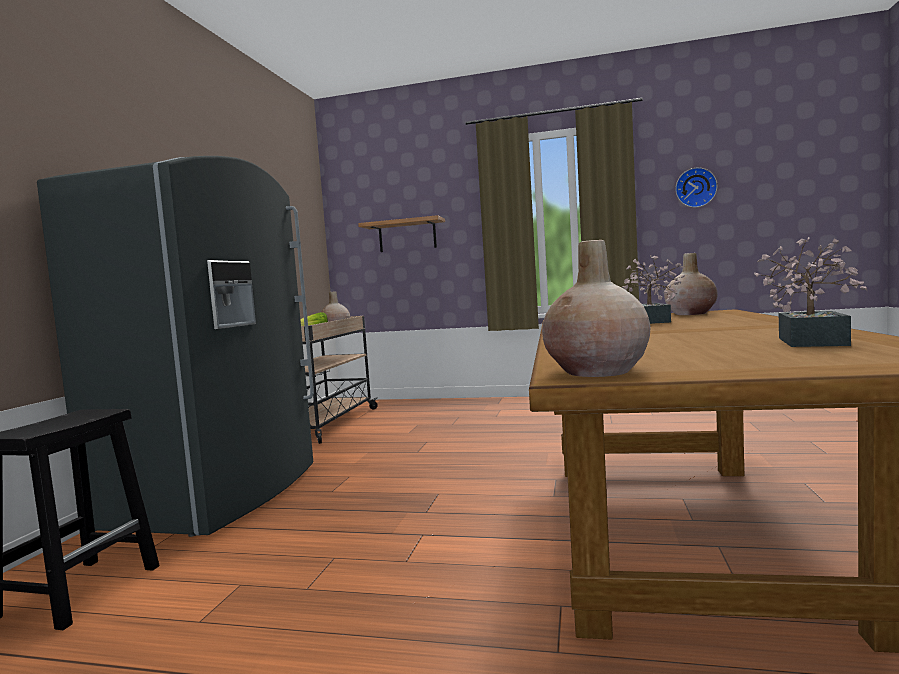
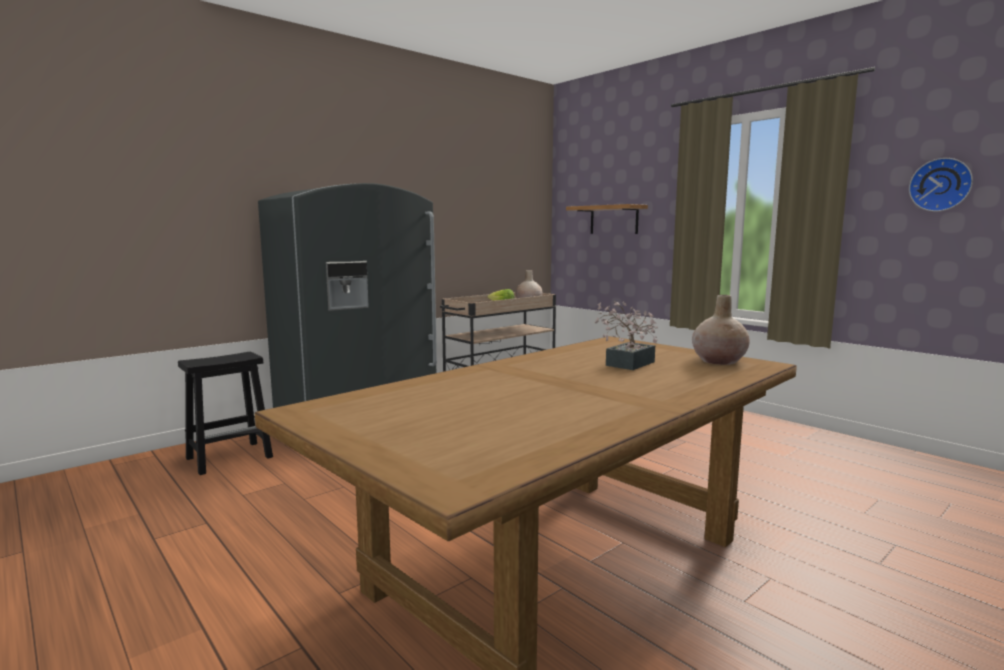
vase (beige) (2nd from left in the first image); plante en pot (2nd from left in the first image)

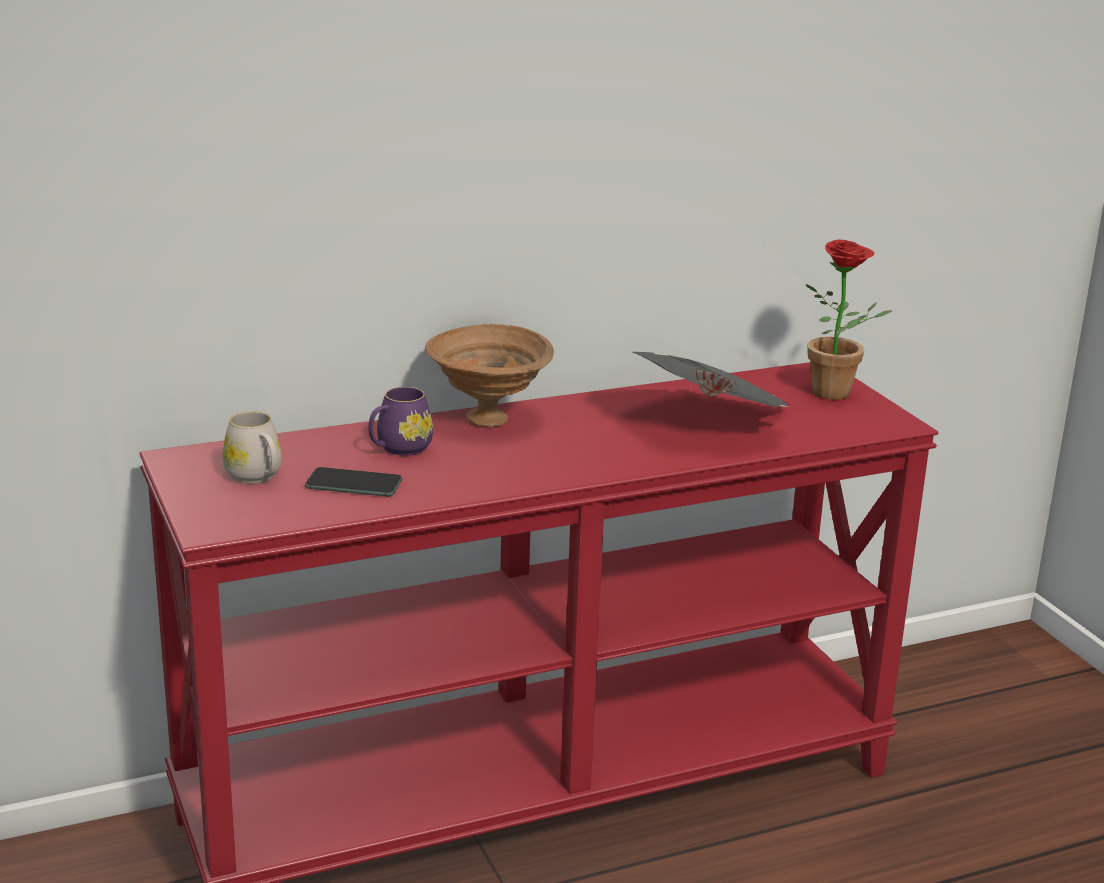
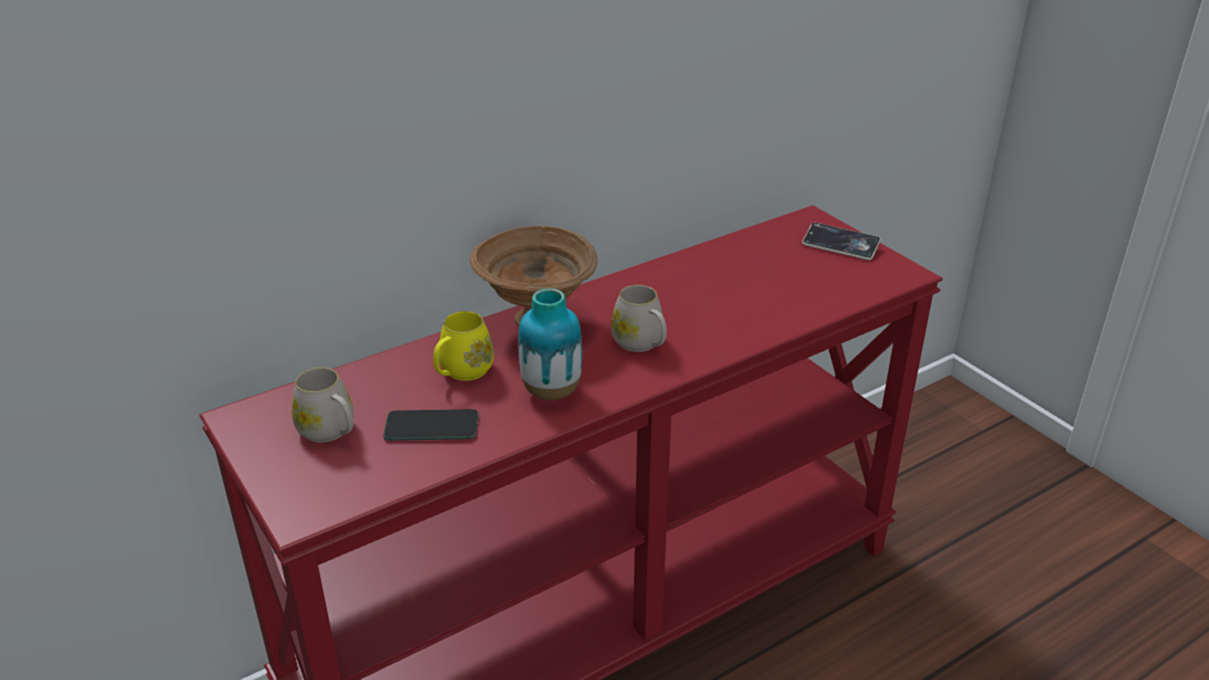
journal; vase; mug (blanc) (2nd from left); téléphone (2nd from left); mug (jaune)

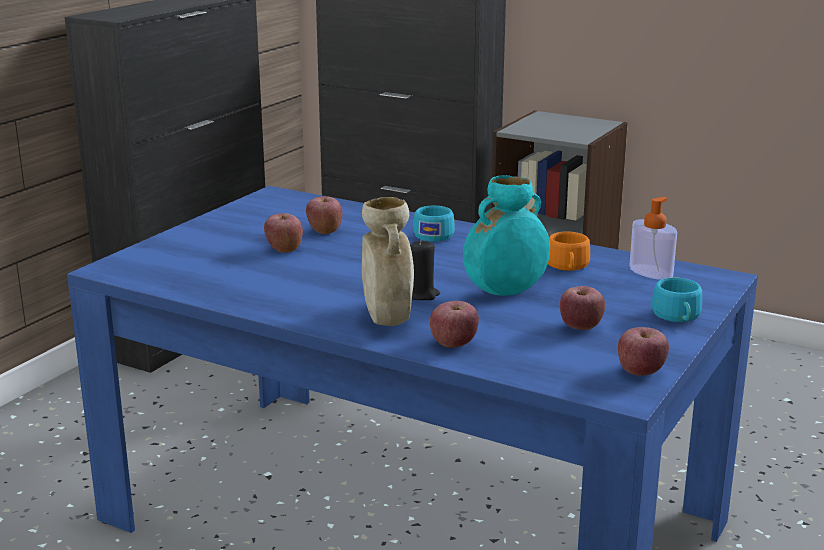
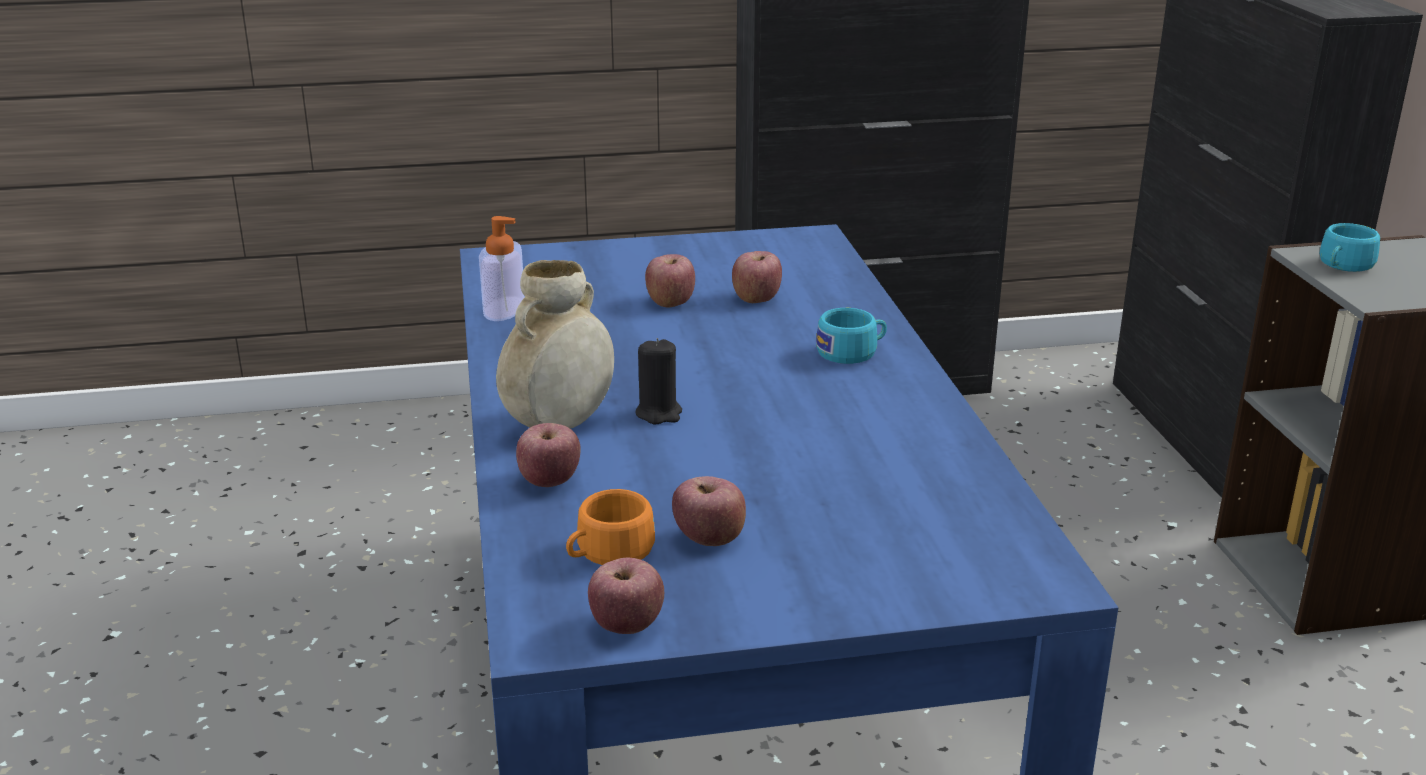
vase (turquoise); tasse (orange); distributeur de savon; tasse (turquoise) (2nd from left)

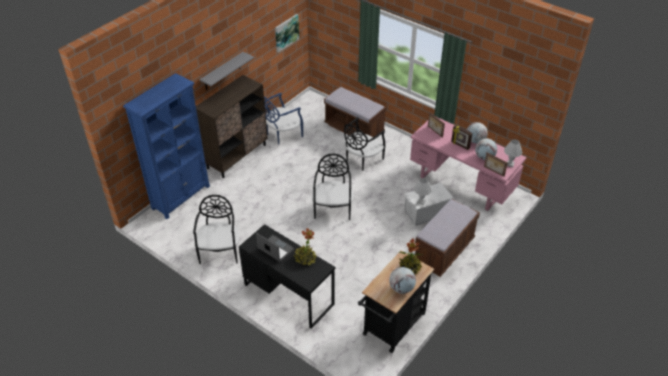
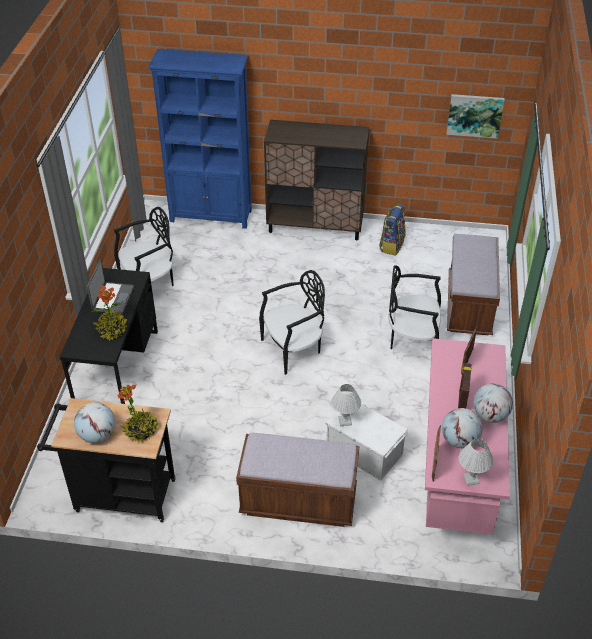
étagère (gris); sac à dos

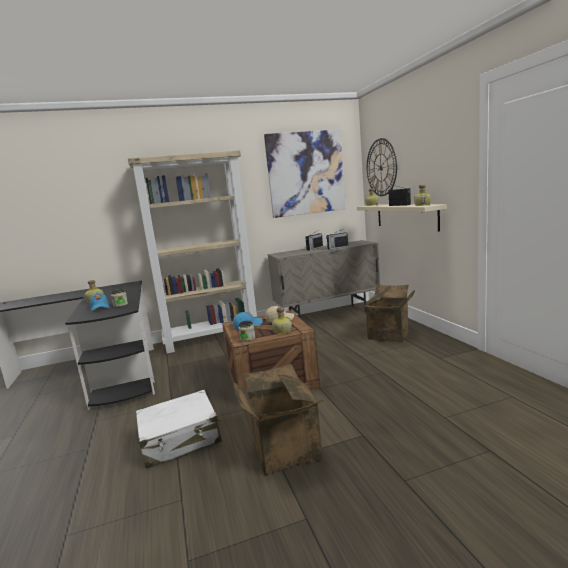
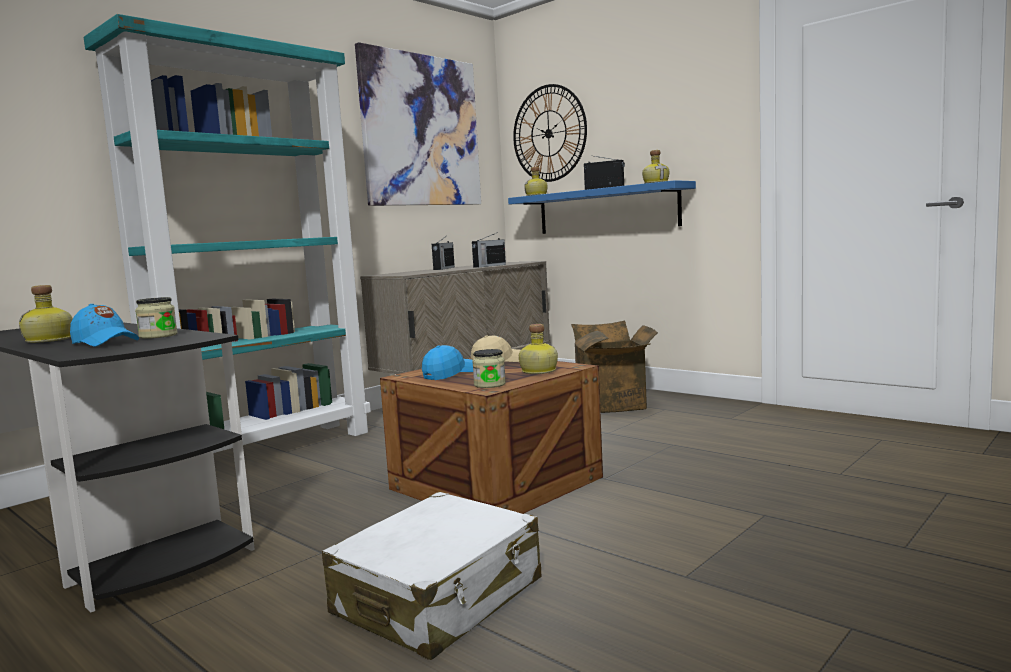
carton (1st from left in the first image); bibliothèque (turquoise); étagère (bleu)

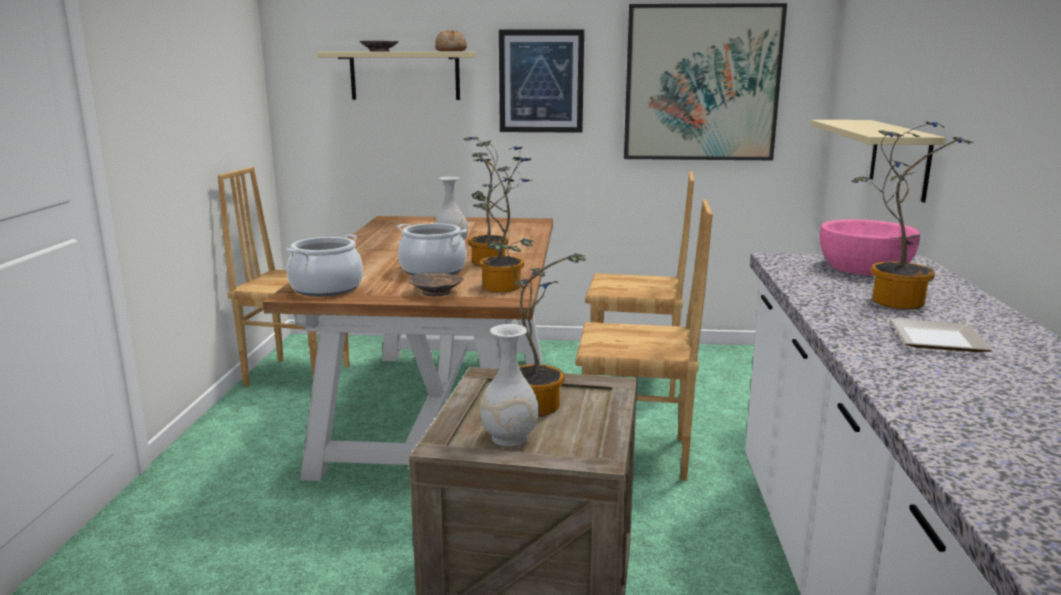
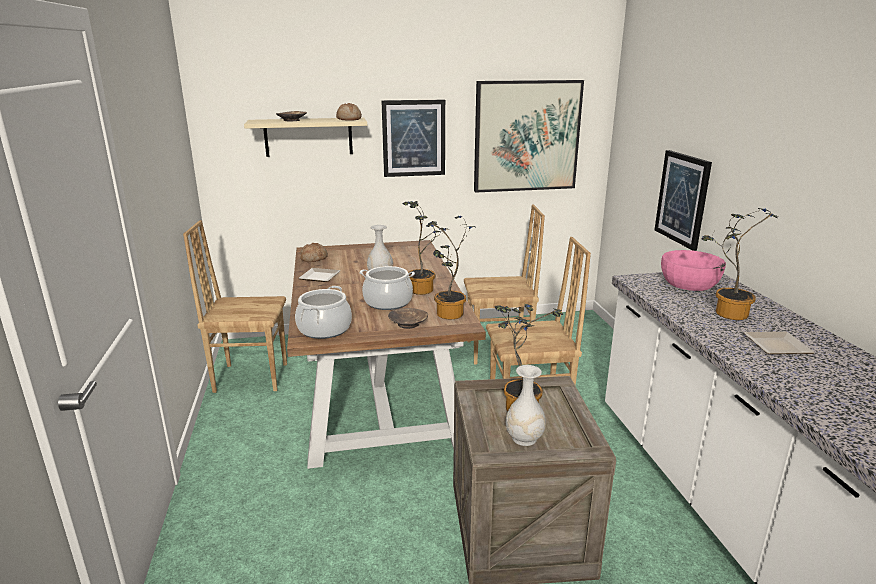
assiette (1st from left); pain (1st from left); tableau (3rd from left)

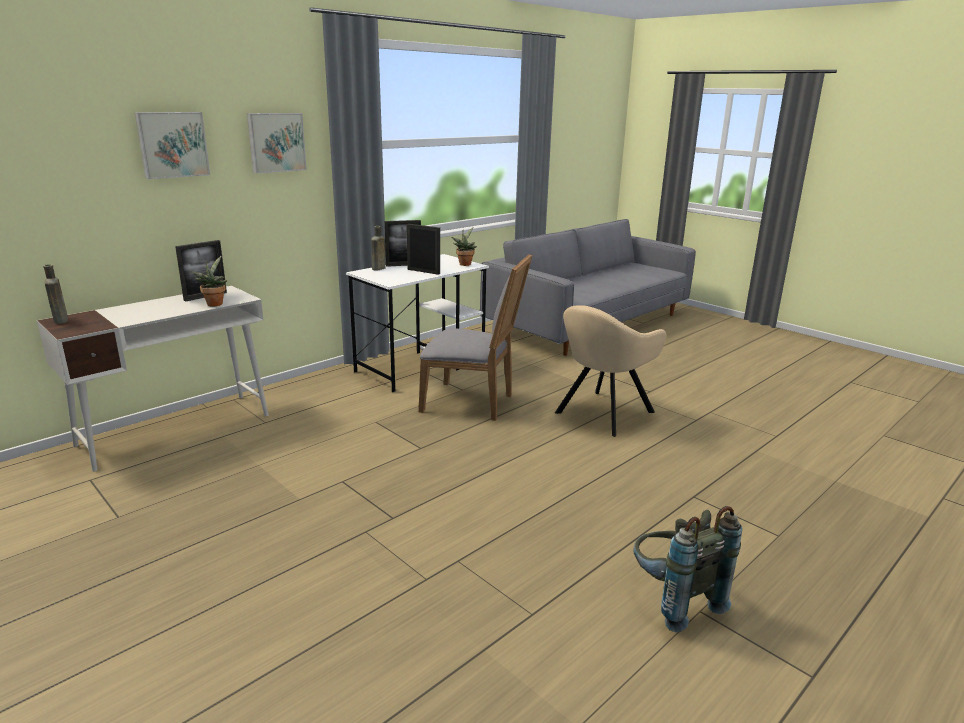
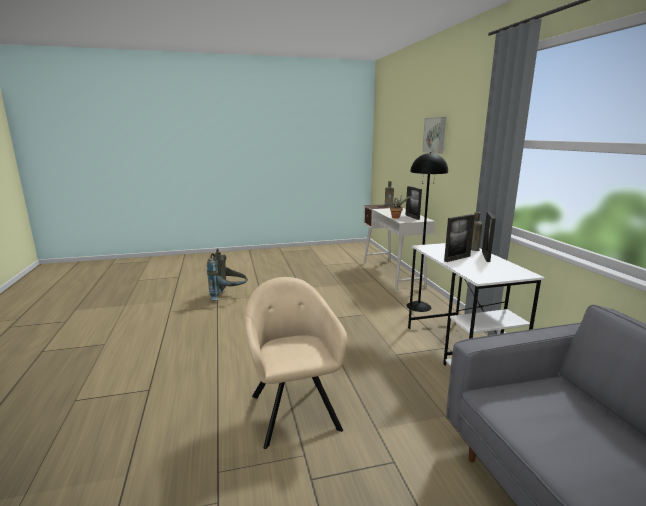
tableau (2nd from left in the first image); chaise (gris); plante en pot (2nd from left in the first image); lampadaire (noir); sac à dos (gris)

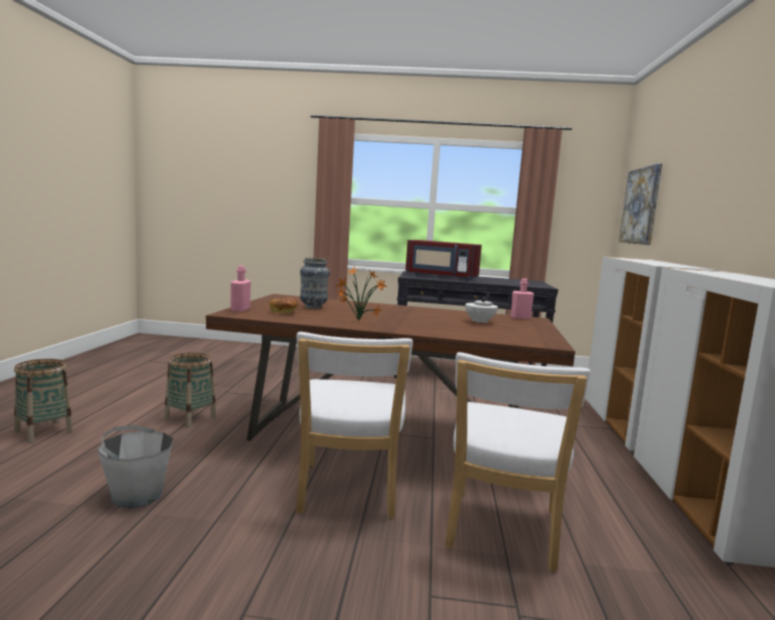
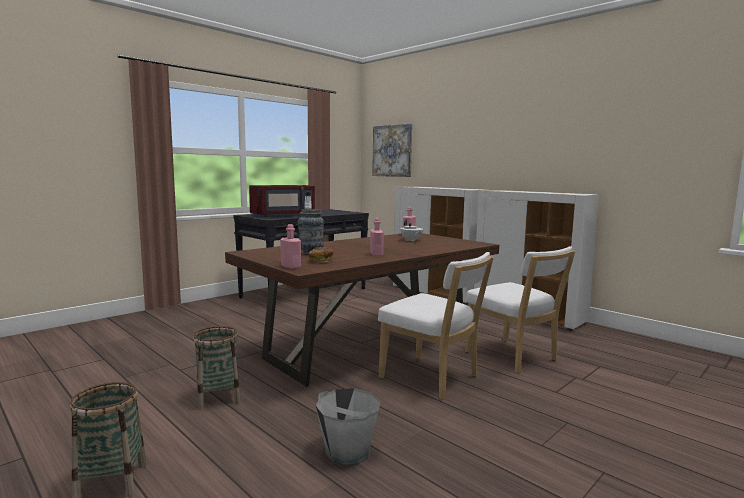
bouteille (rose) (2nd from left)

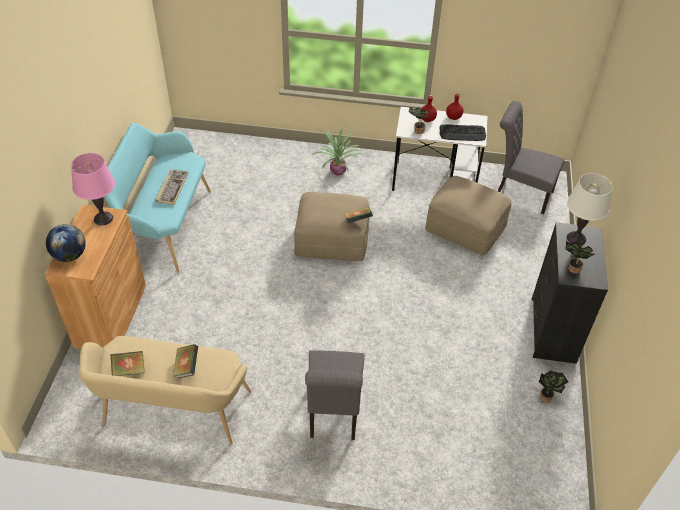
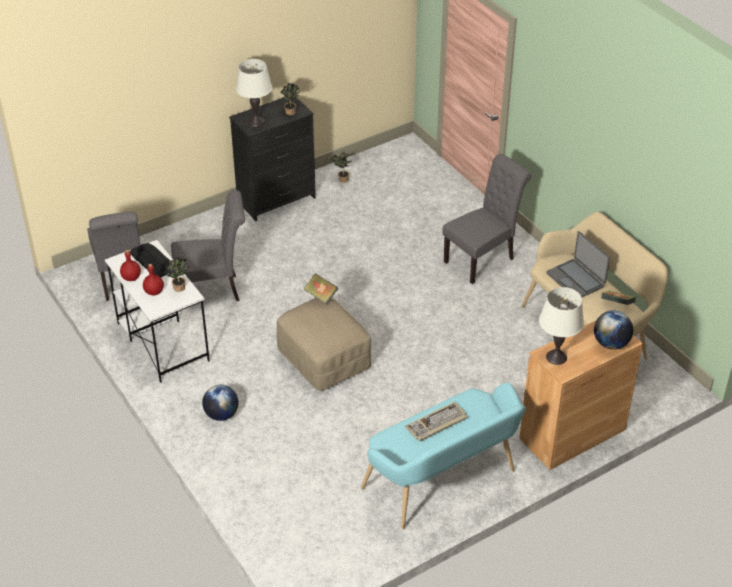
ordinateur portable; globe (1st from left); chaise (gris) (2nd from left); lampe de table (blanc) (2nd from left)

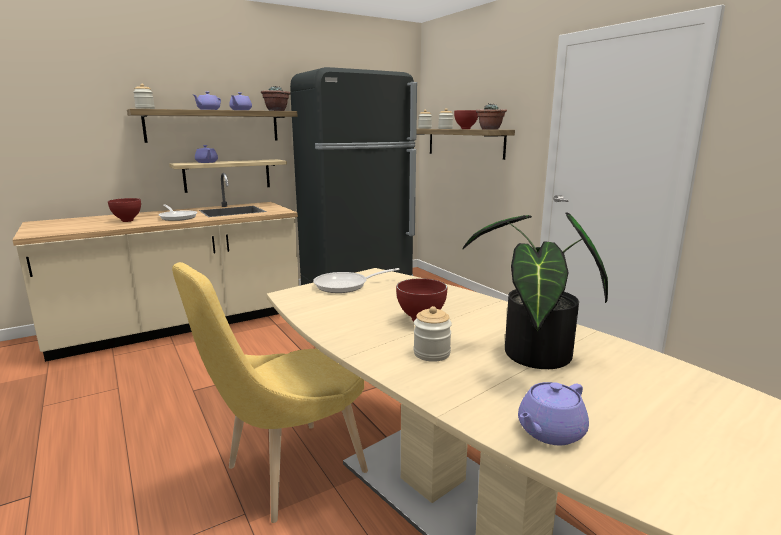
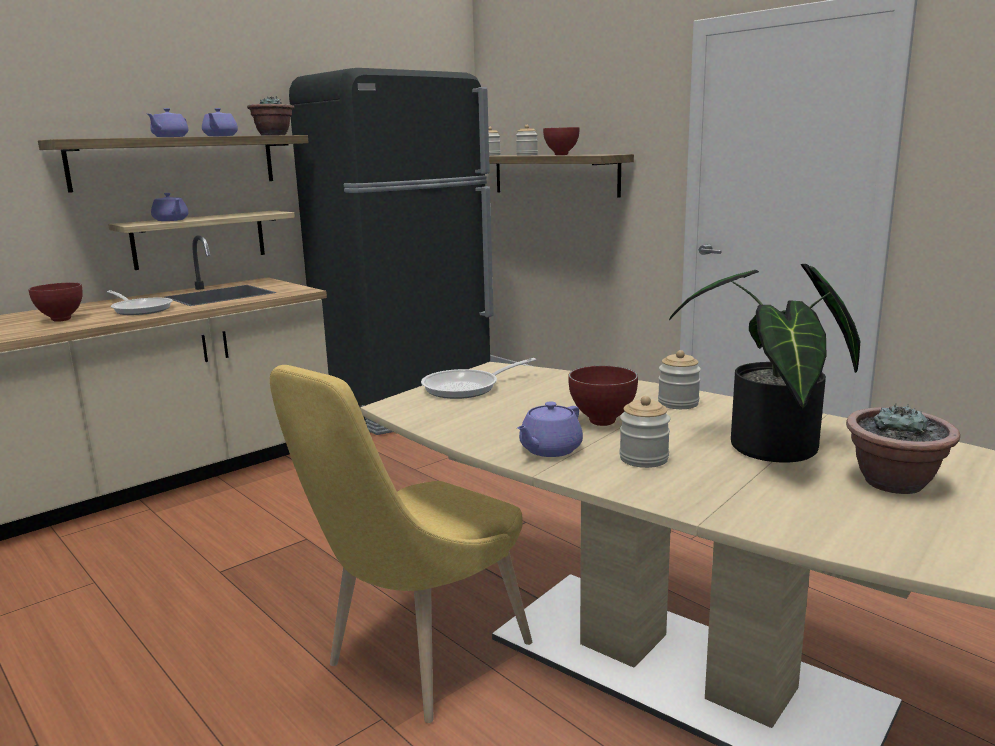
bocal (4th from left); plante en pot (3rd from left); théière (violet) (4th from left)

